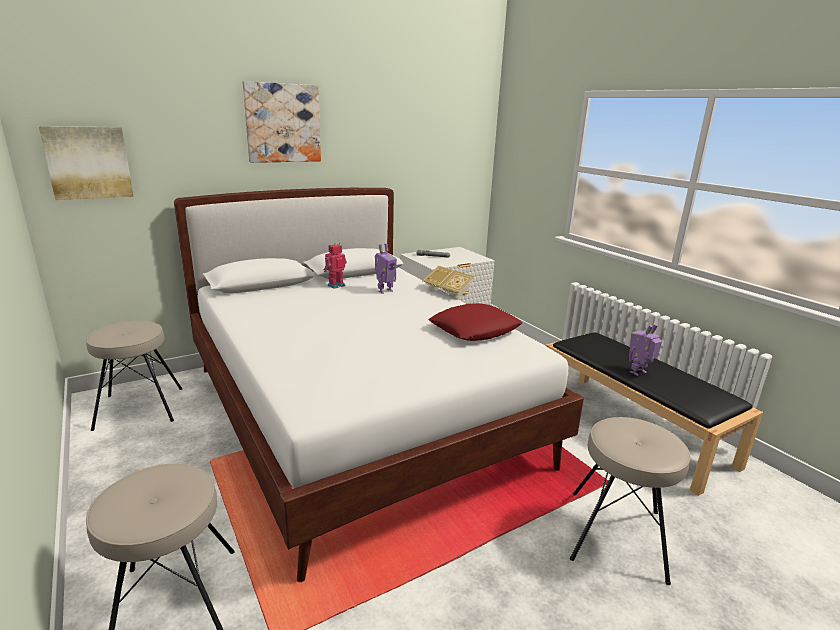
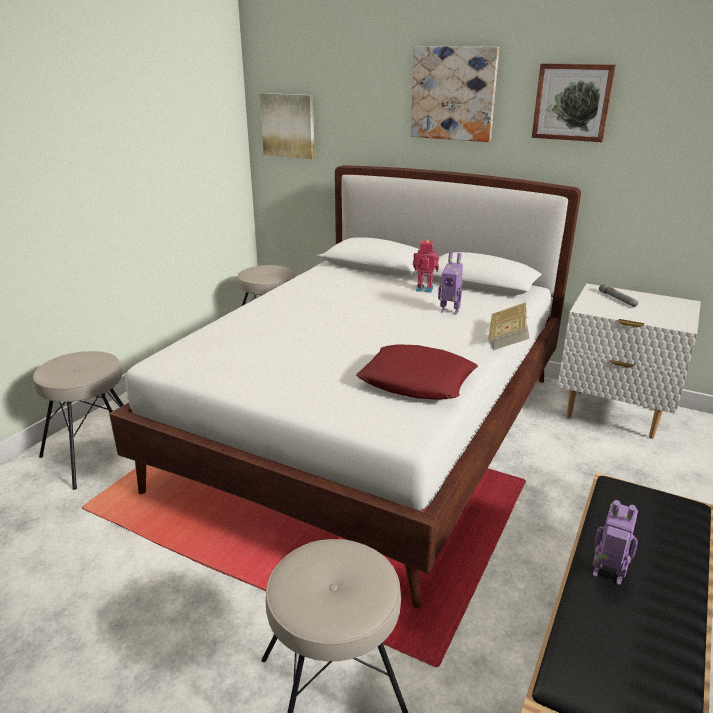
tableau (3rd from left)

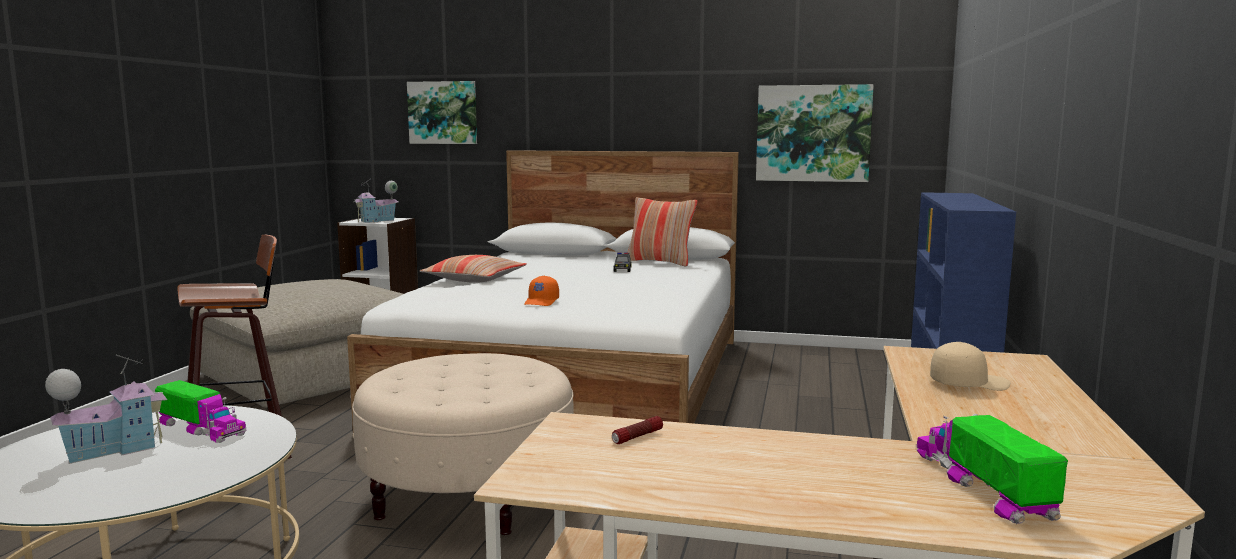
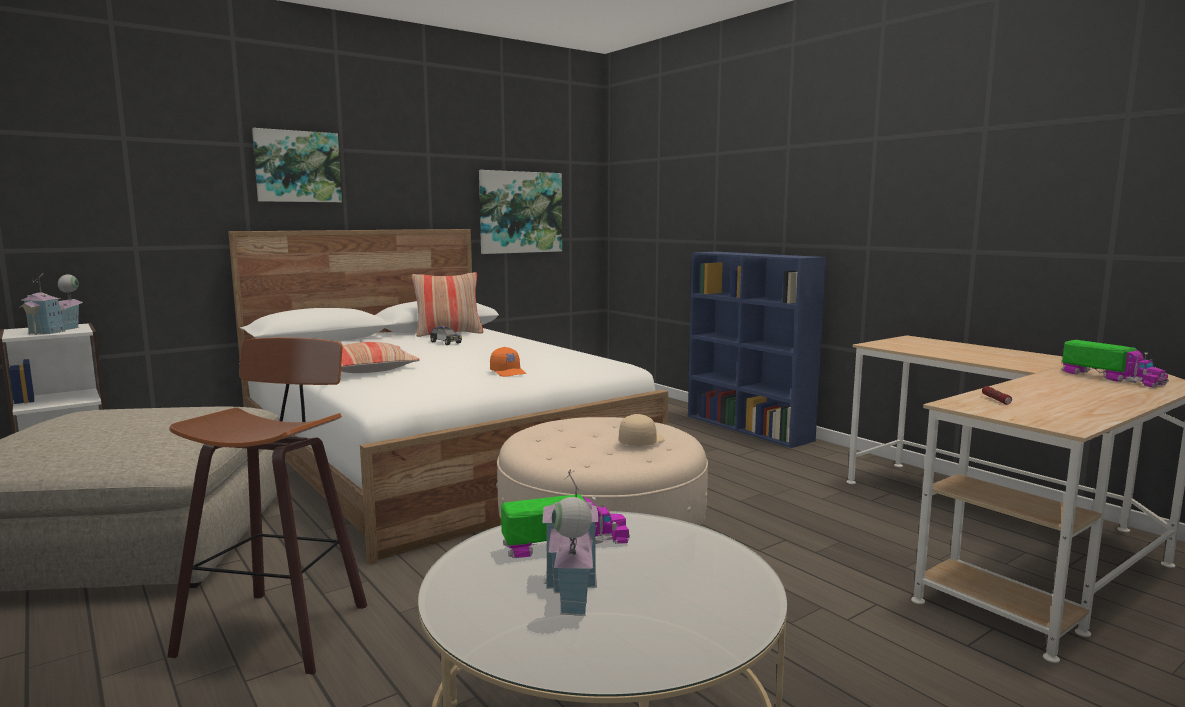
tableau (1st from left); casquette (beige); camion jouet (2nd from left)

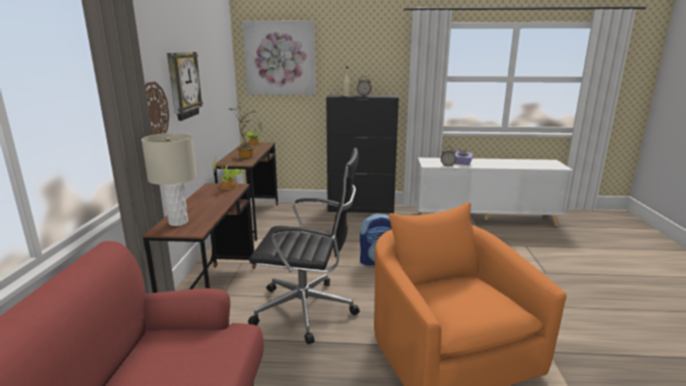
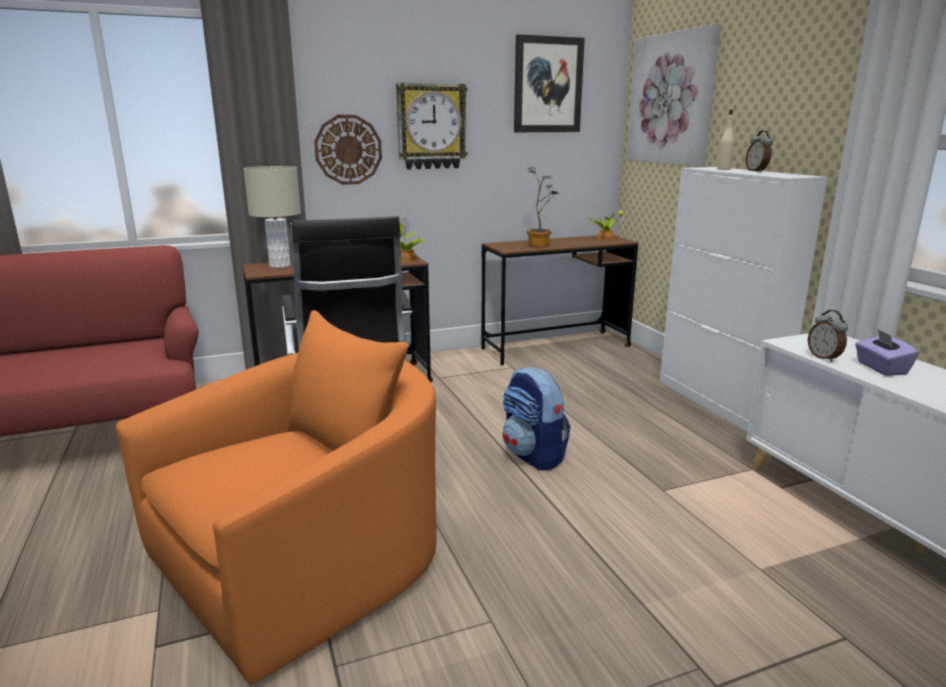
tableau (1st from left); meuble de rangement (blanc) (1st from left)

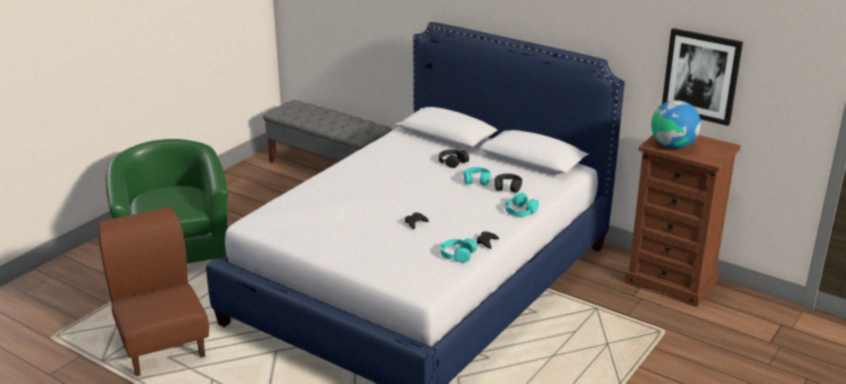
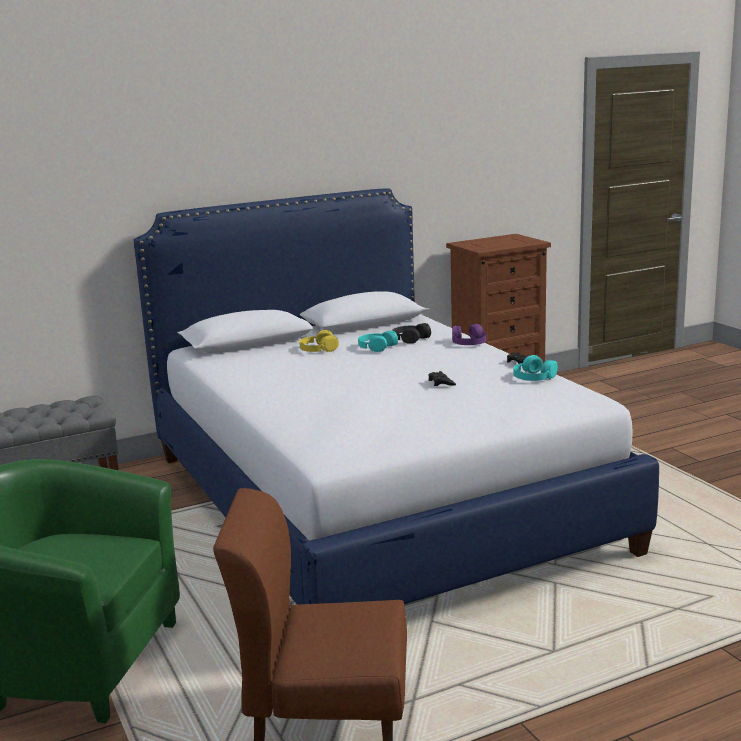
globe; tableau; casque audio (jaune); casque audio (violet)

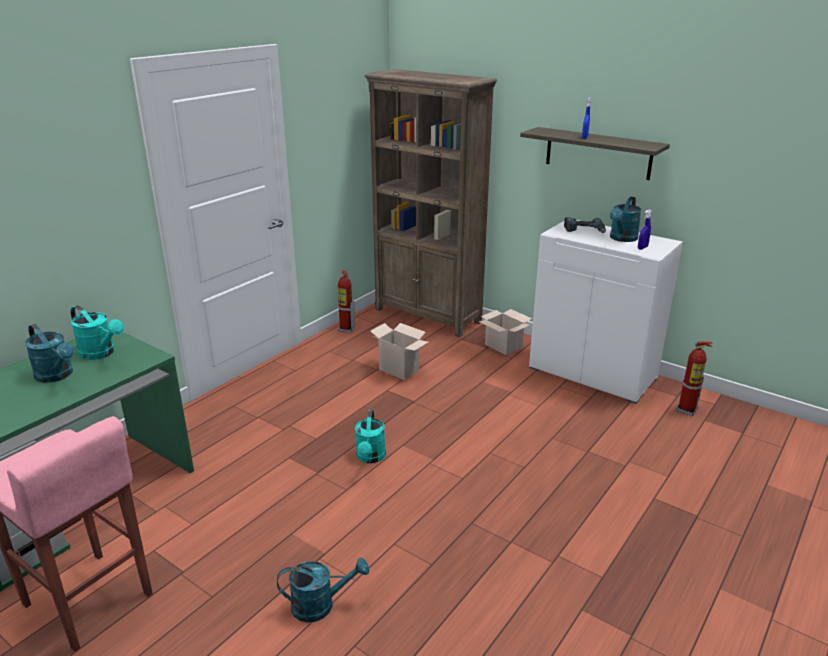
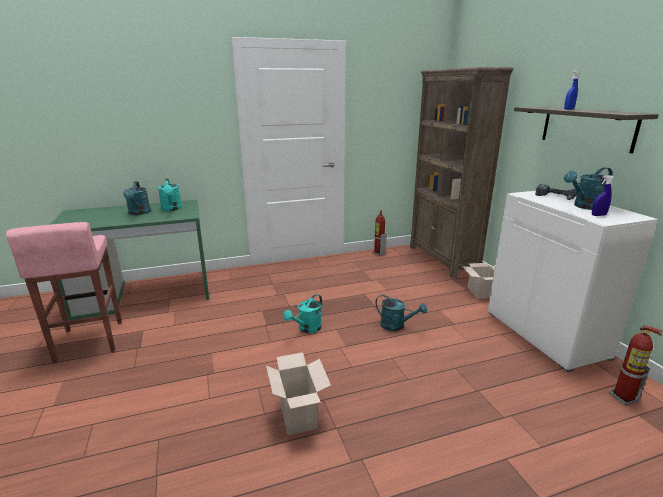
arrosoir (turquoise) (4th from left); carton (1st from left)

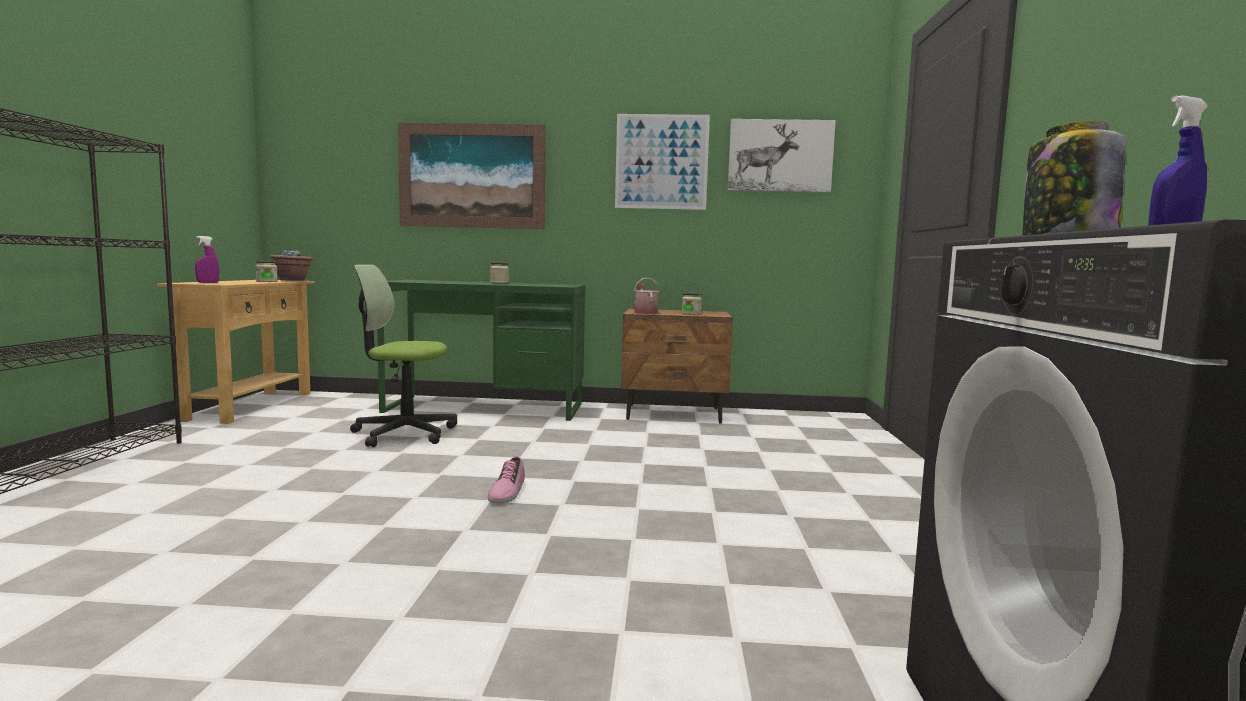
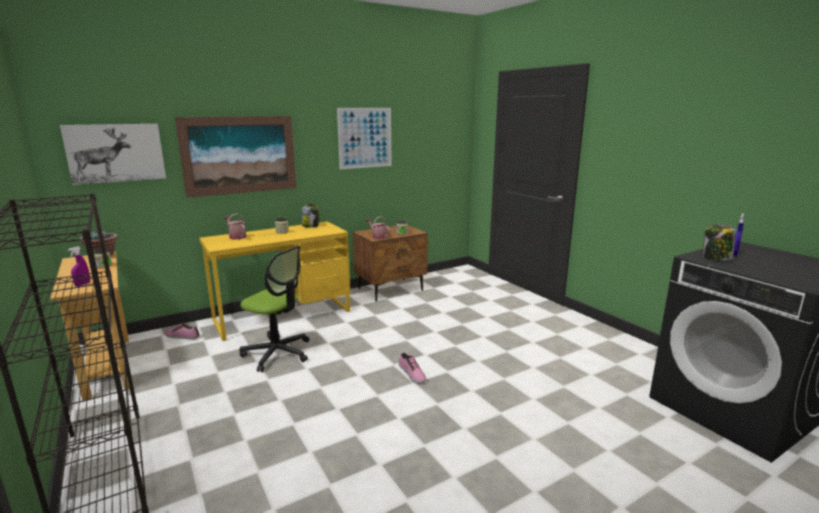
chaussure (1st from left); arrosoir (1st from left); bocal (3rd from left); tableau (1st from left); bureau (jaune); chaise de bureau

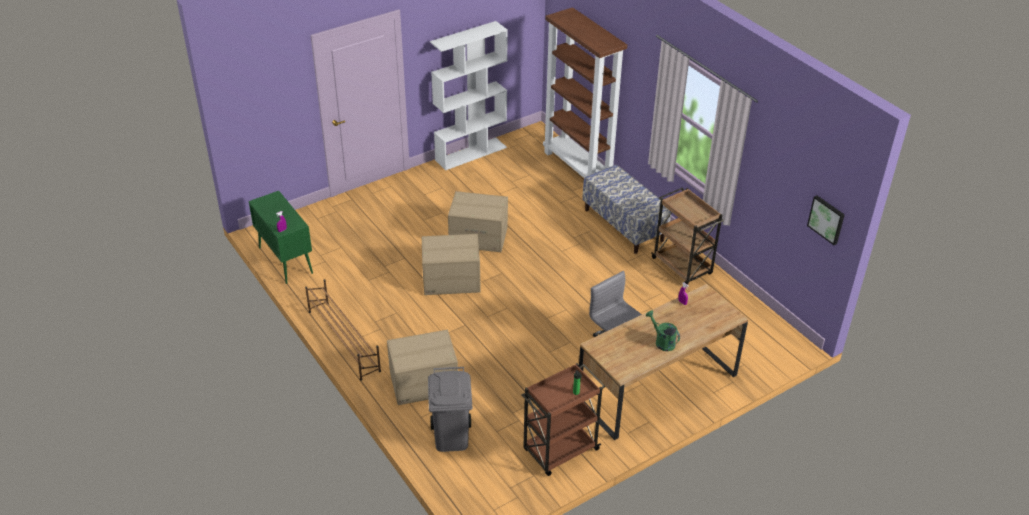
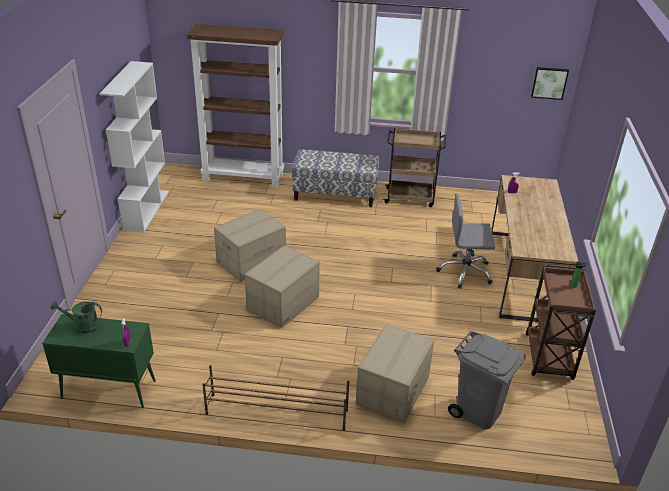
arrosoir (vert)

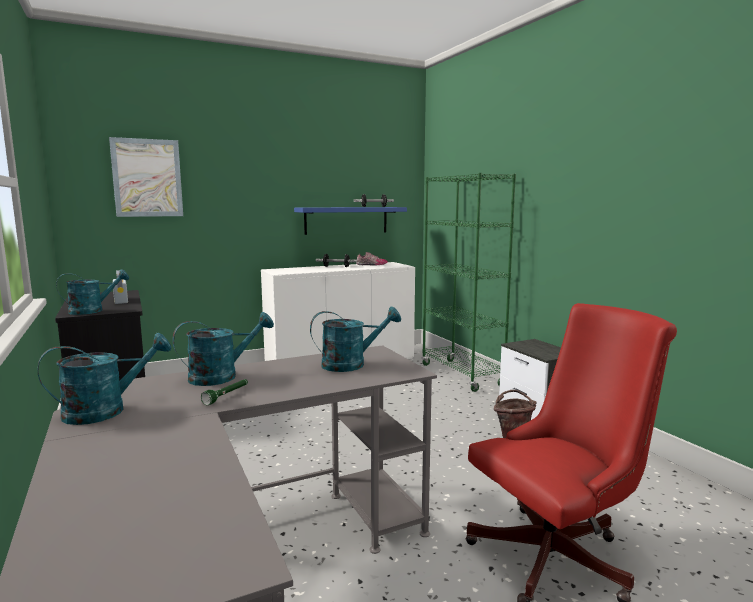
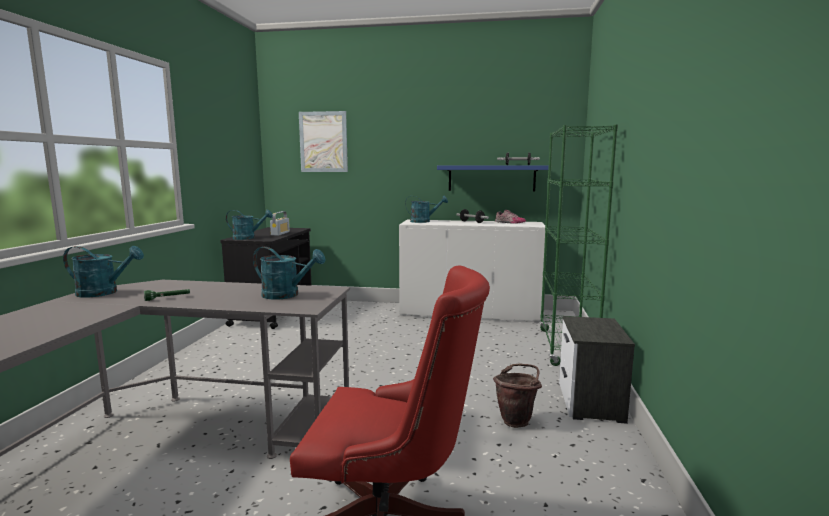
arrosoir (turquoise) (4th from left)

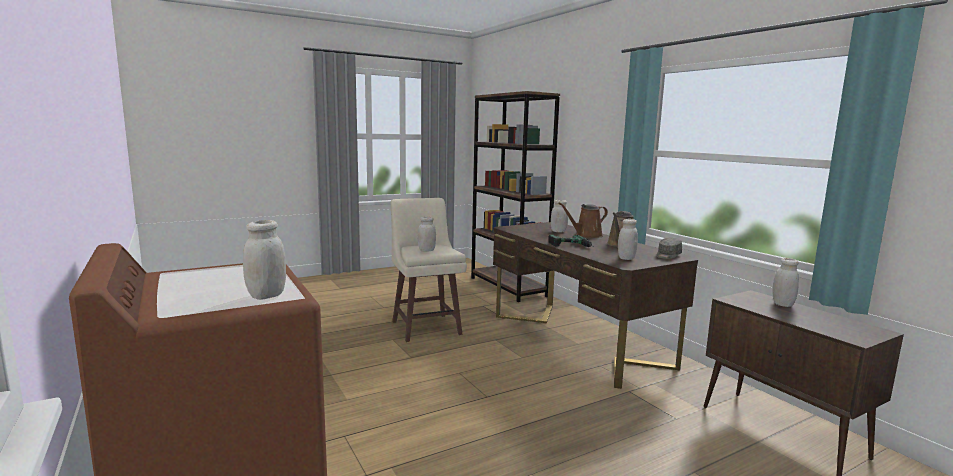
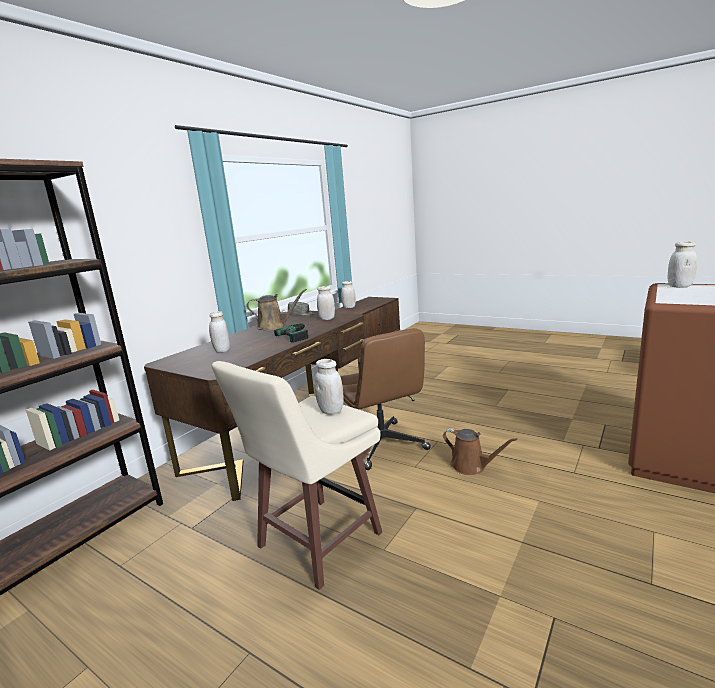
chaise de bureau (marron); arrosoir (marron) (2nd from left)

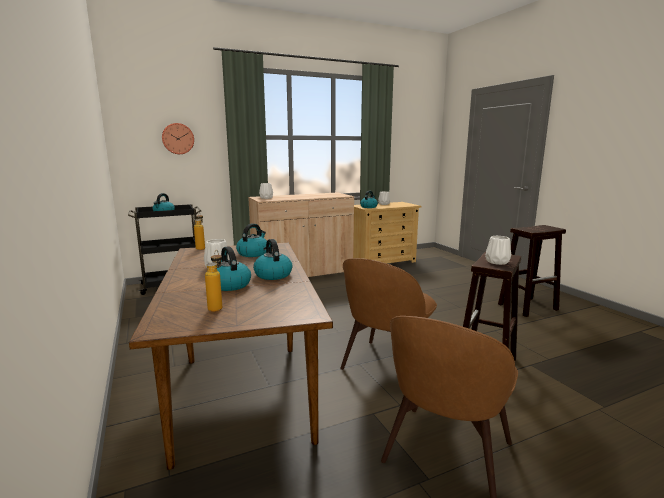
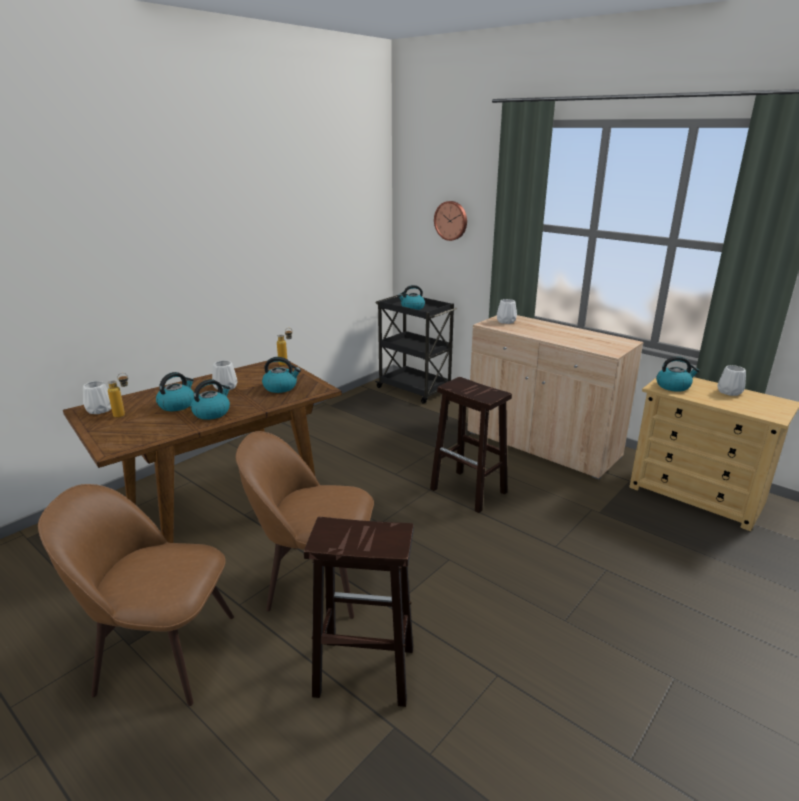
vase (blanc) (1st from left); tabouret (marron) (2nd from left)

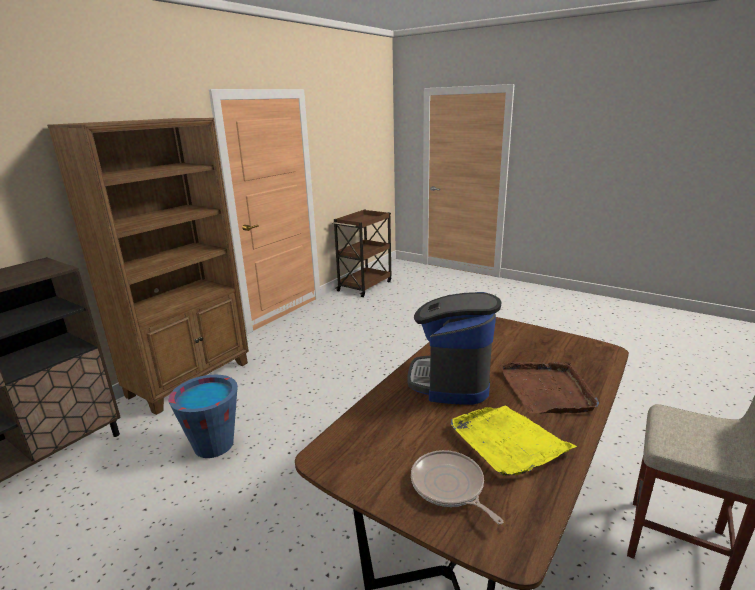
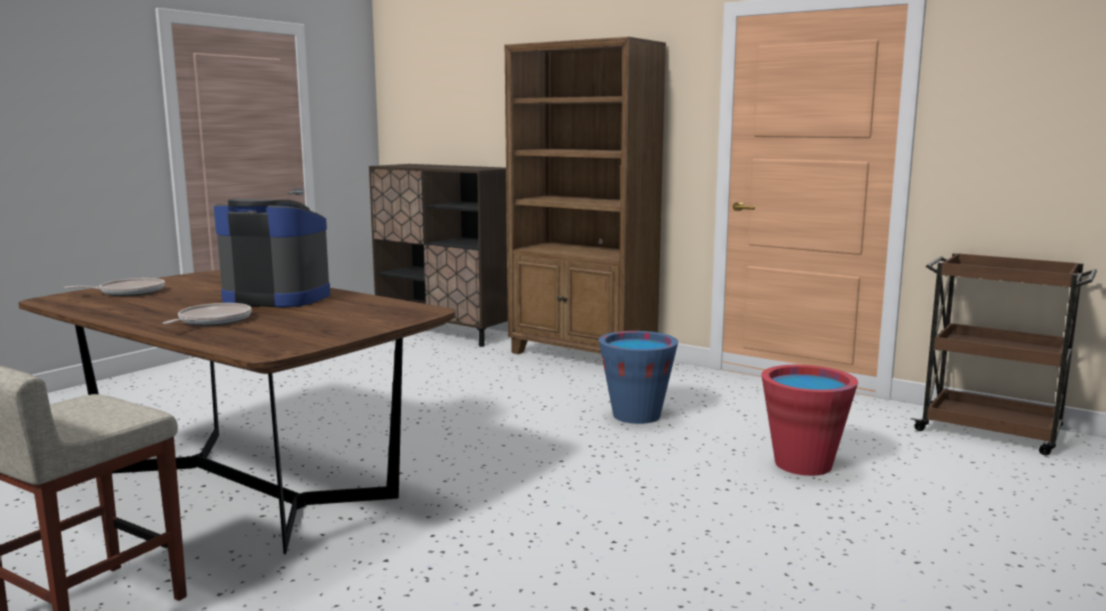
plateau (jaune); seau (rouge); seau (bleu); poêle (2nd from left)

